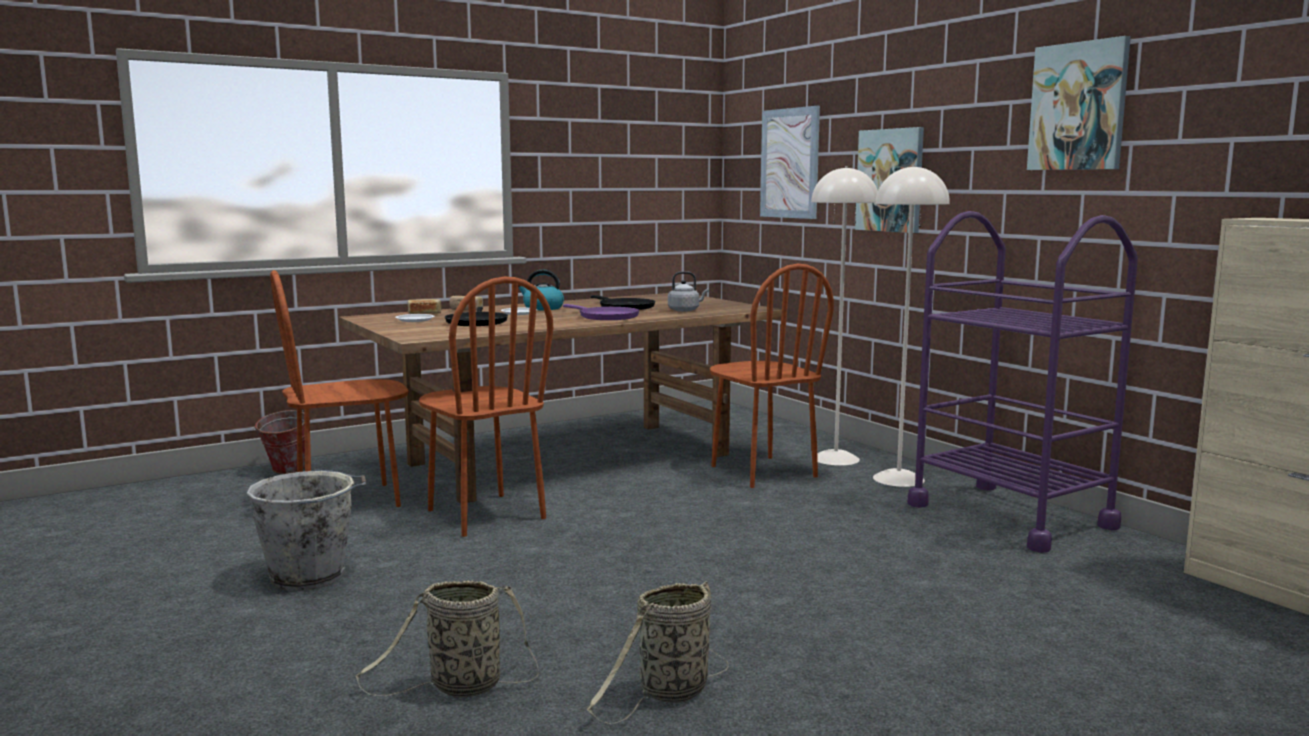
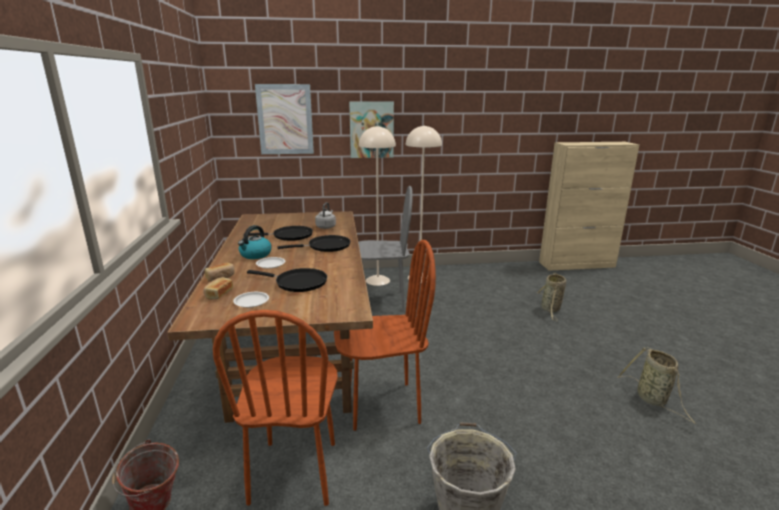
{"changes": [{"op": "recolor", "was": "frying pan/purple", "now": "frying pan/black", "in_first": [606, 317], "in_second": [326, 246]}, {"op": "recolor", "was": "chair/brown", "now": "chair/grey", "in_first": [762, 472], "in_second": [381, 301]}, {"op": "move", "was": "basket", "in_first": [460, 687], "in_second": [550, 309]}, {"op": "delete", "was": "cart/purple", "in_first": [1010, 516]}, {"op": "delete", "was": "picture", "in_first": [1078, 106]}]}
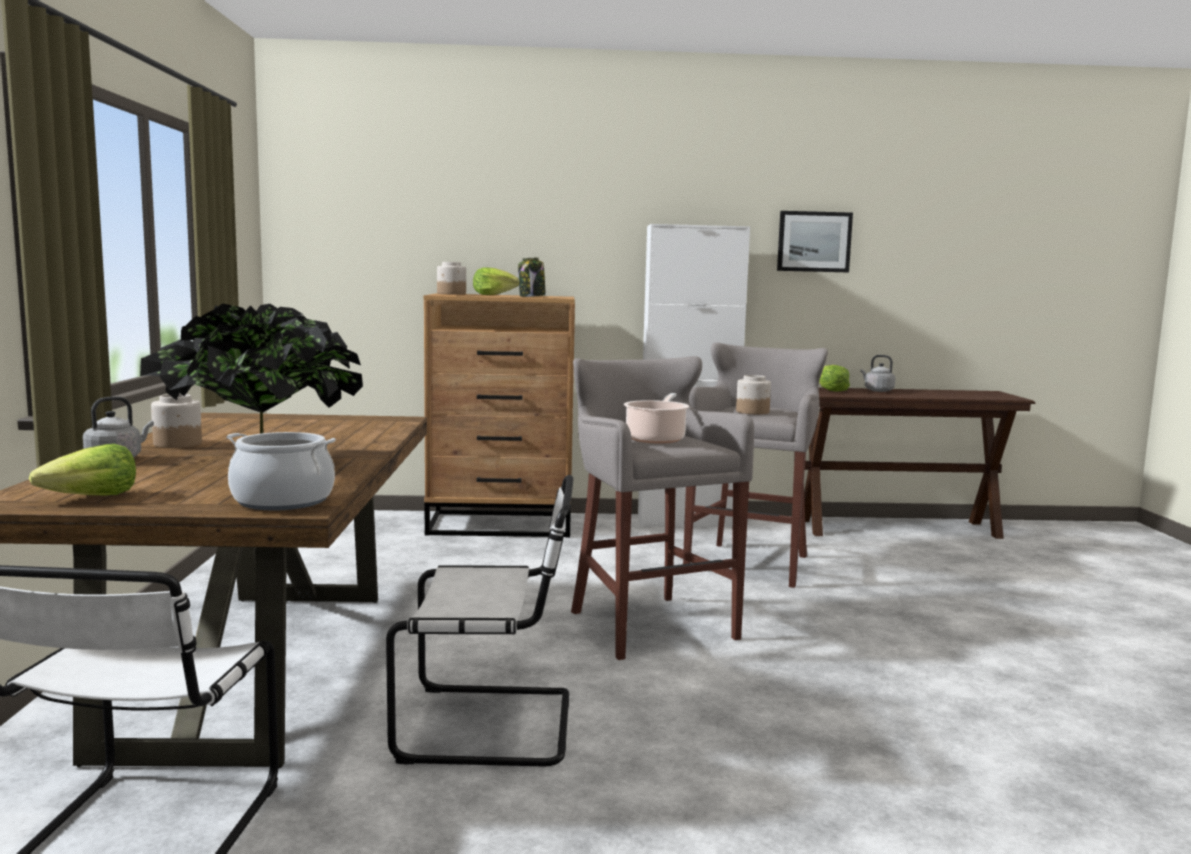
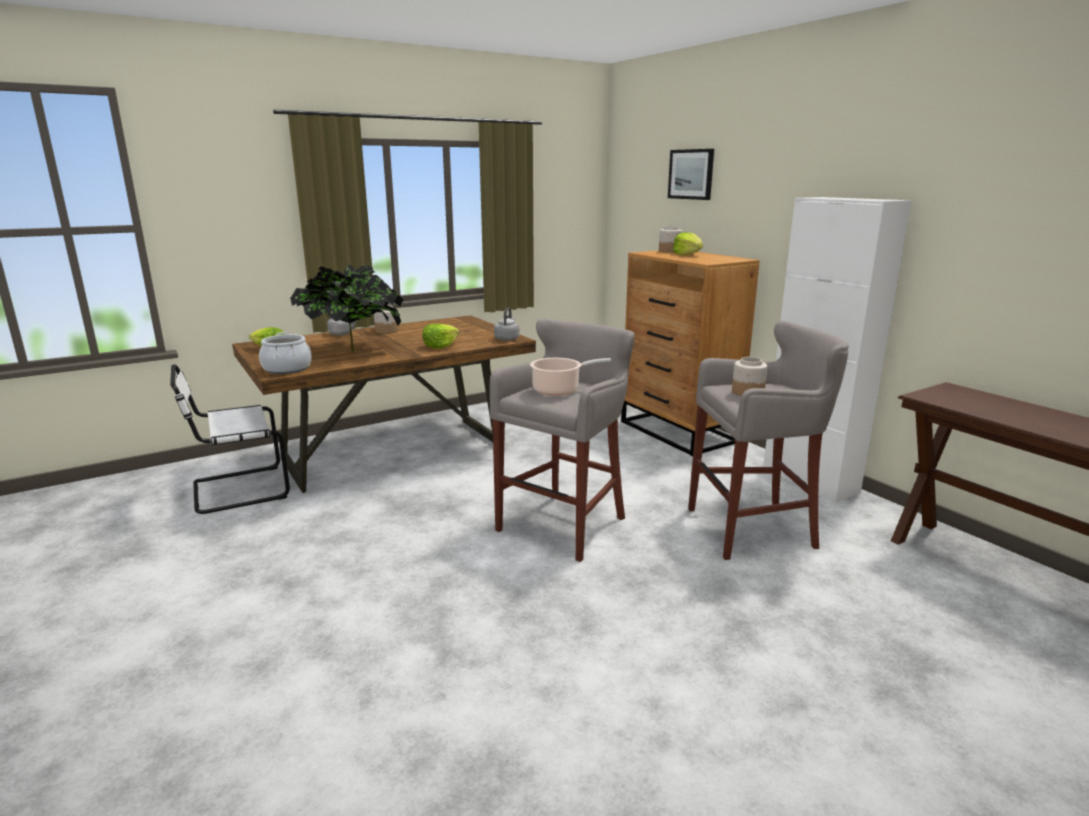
{"changes": [{"op": "move", "was": "lettuce", "in_first": [830, 390], "in_second": [440, 346]}, {"op": "move", "was": "kettle/grey", "in_first": [877, 390], "in_second": [507, 339]}, {"op": "move", "was": "picture", "in_first": [814, 241], "in_second": [691, 174]}, {"op": "delete", "was": "chair/white", "in_first": [494, 726]}, {"op": "delete", "was": "jar", "in_first": [532, 296]}]}
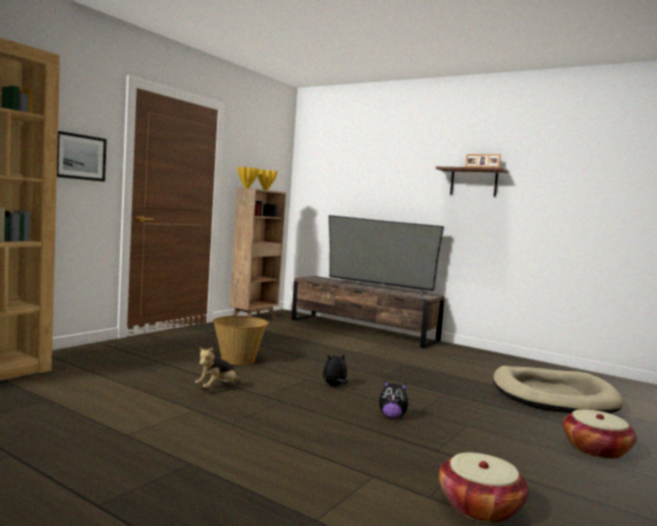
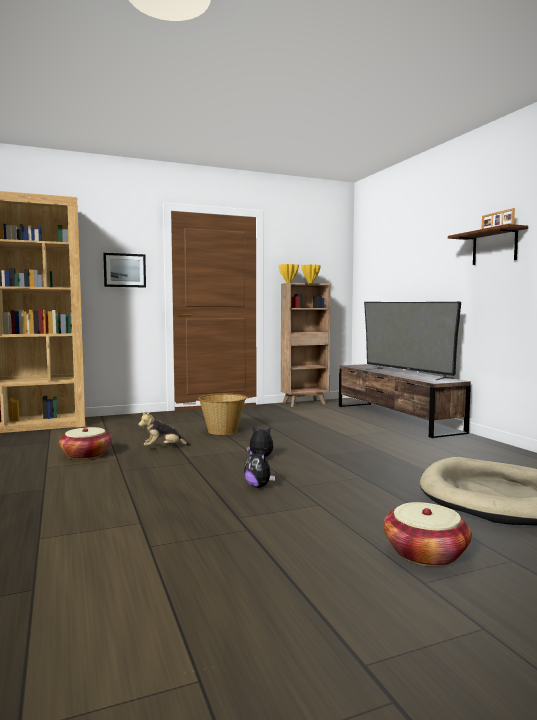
{"changes": [{"op": "move", "was": "basket", "in_first": [480, 507], "in_second": [86, 455]}]}
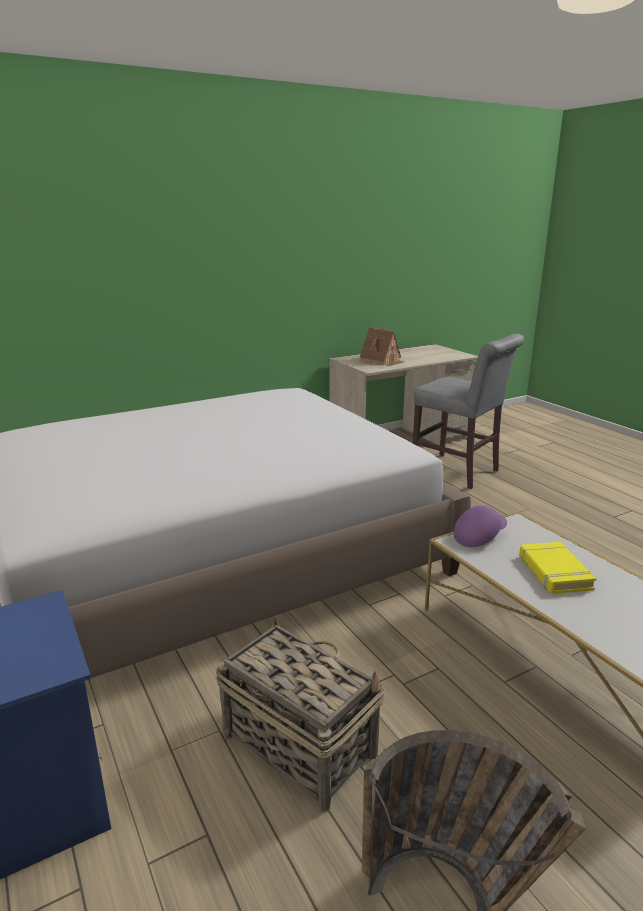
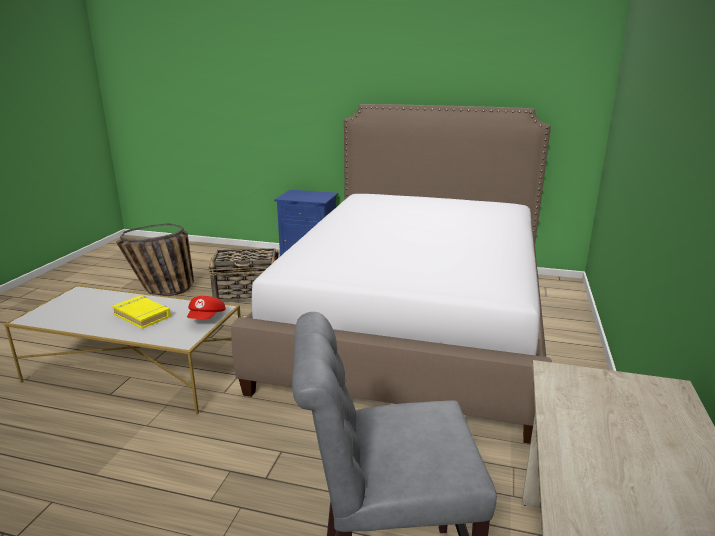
{"changes": [{"op": "recolor", "was": "cap/purple", "now": "cap/red", "in_first": [478, 536], "in_second": [207, 318]}, {"op": "delete", "was": "toy house", "in_first": [382, 361]}]}
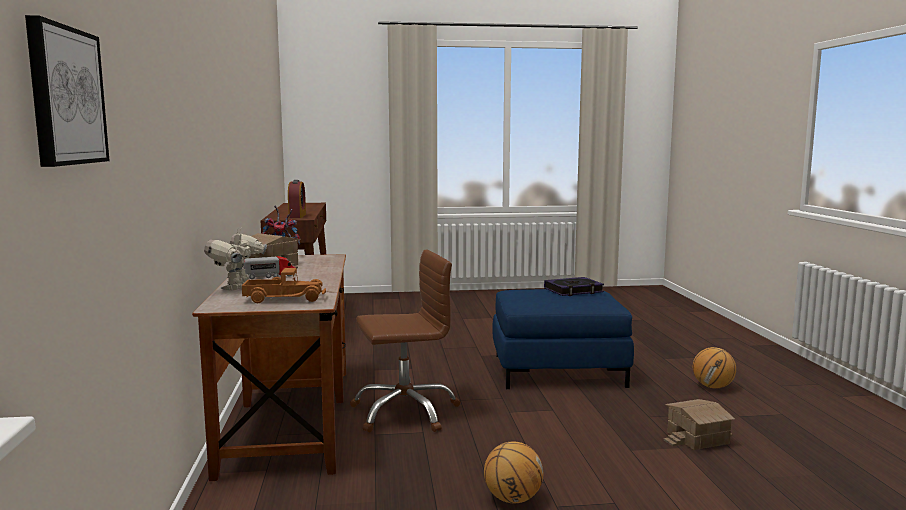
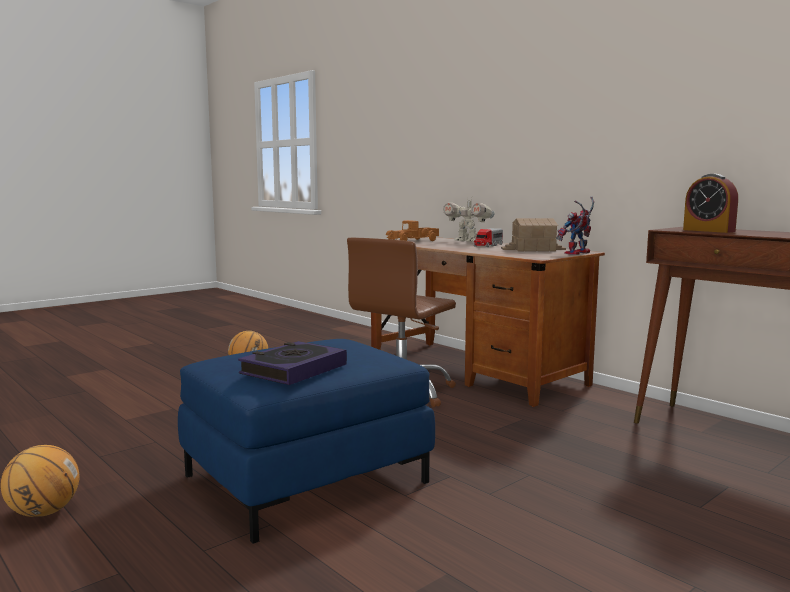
{"changes": [{"op": "rotate", "was": "toy robot", "in_first": [238, 288], "in_second": [467, 241], "clockwise": 150}, {"op": "delete", "was": "picture", "in_first": [65, 96]}, {"op": "delete", "was": "toy house", "in_first": [698, 438]}]}
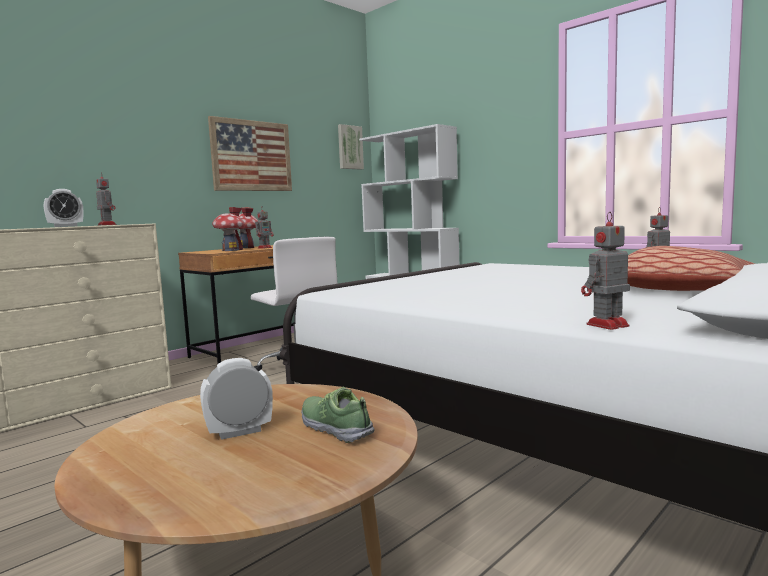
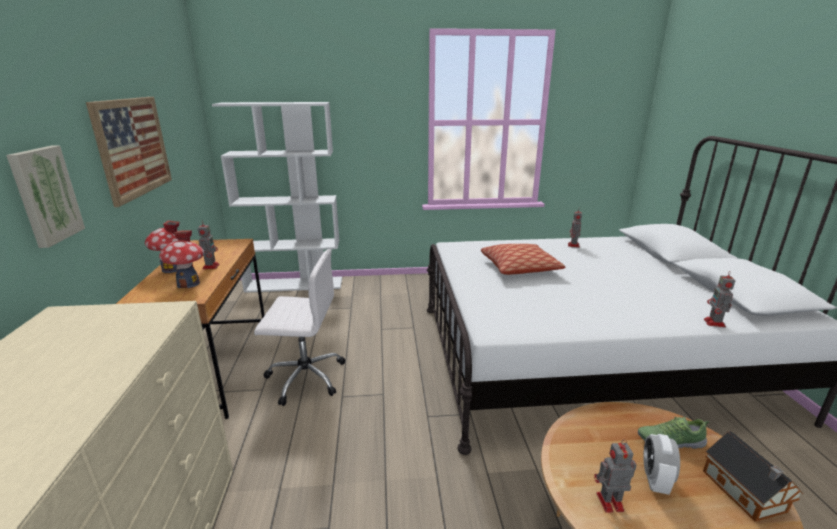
{"changes": [{"op": "move", "was": "picture", "in_first": [349, 147], "in_second": [45, 195]}, {"op": "move", "was": "pillow", "in_first": [680, 289], "in_second": [519, 268]}, {"op": "move", "was": "toy robot", "in_first": [106, 225], "in_second": [608, 502]}, {"op": "insert", "now": "toy house", "in_second": [745, 493]}, {"op": "delete", "was": "alarm clock", "in_first": [65, 226]}]}
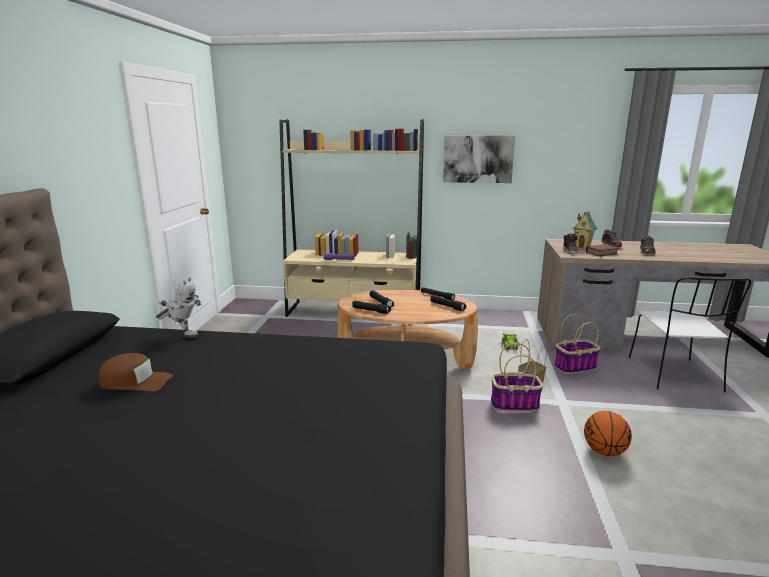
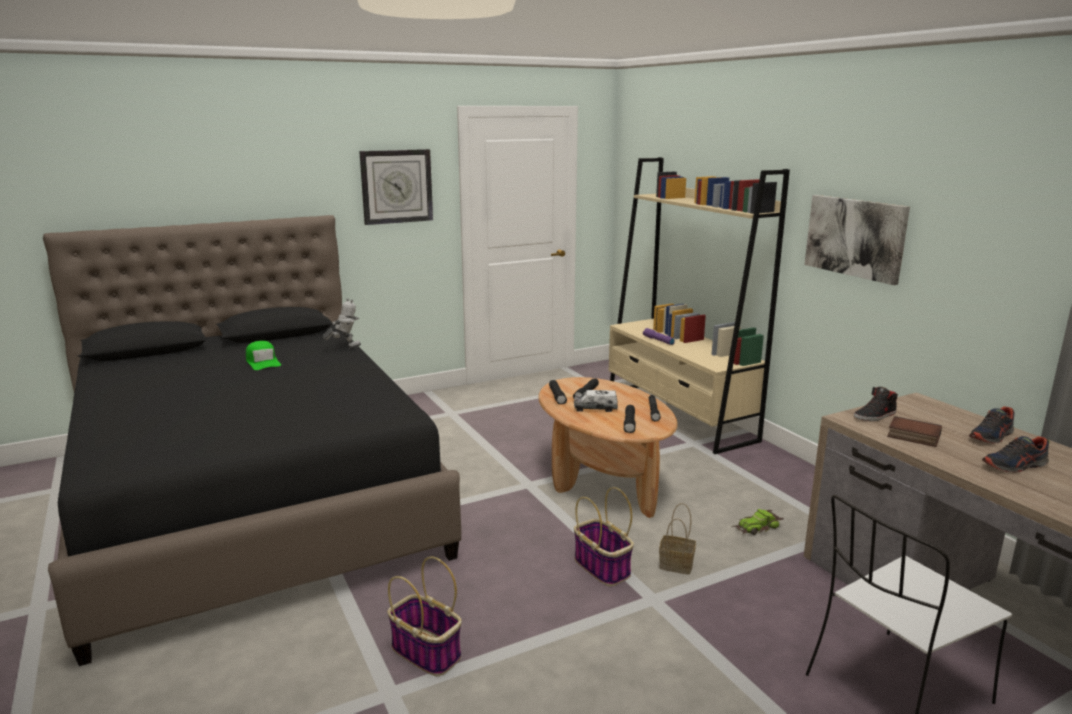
{"changes": [{"op": "recolor", "was": "cap/brown", "now": "cap/green", "in_first": [135, 381], "in_second": [263, 362]}, {"op": "rotate", "was": "toy robot", "in_first": [183, 334], "in_second": [344, 348], "clockwise": -105}, {"op": "insert", "now": "wall clock", "in_second": [396, 186]}, {"op": "move", "was": "basket", "in_first": [575, 367], "in_second": [427, 652]}, {"op": "insert", "now": "toy truck", "in_second": [595, 408]}, {"op": "delete", "was": "toy house", "in_first": [582, 246]}, {"op": "delete", "was": "basketball", "in_first": [604, 451]}]}
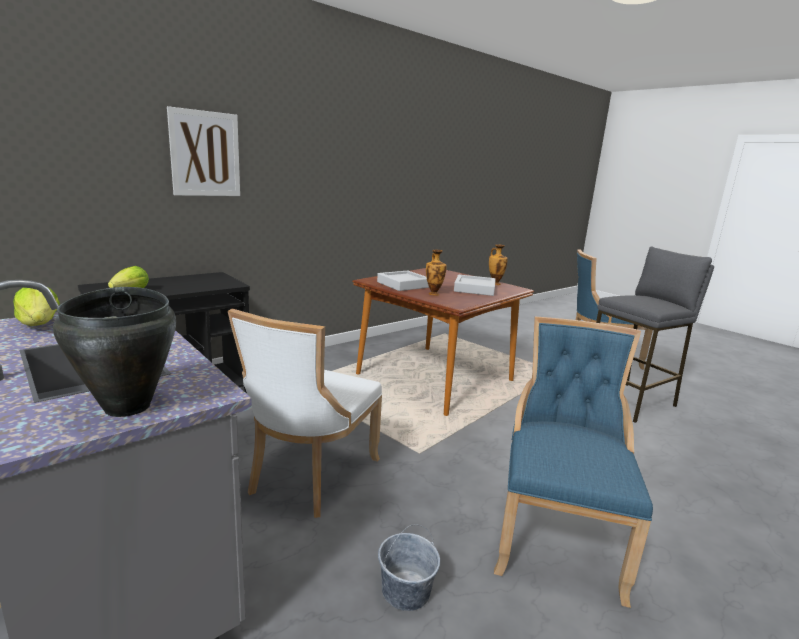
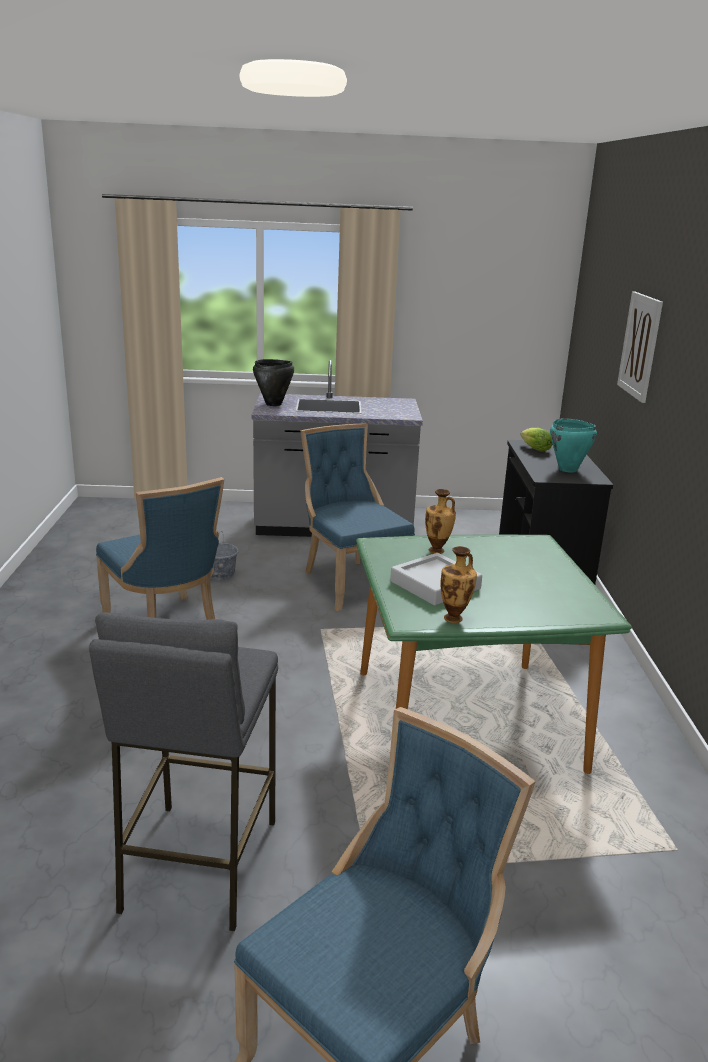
{"changes": [{"op": "recolor", "was": "chair/white", "now": "chair/blue", "in_first": [309, 477], "in_second": [350, 582]}, {"op": "recolor", "was": "dining table/brown", "now": "dining table/green", "in_first": [435, 378], "in_second": [464, 719]}, {"op": "insert", "now": "cooking pot/turquoise", "in_second": [567, 469]}, {"op": "delete", "was": "lettuce", "in_first": [40, 325]}, {"op": "delete", "was": "tray/grey", "in_first": [403, 285]}]}
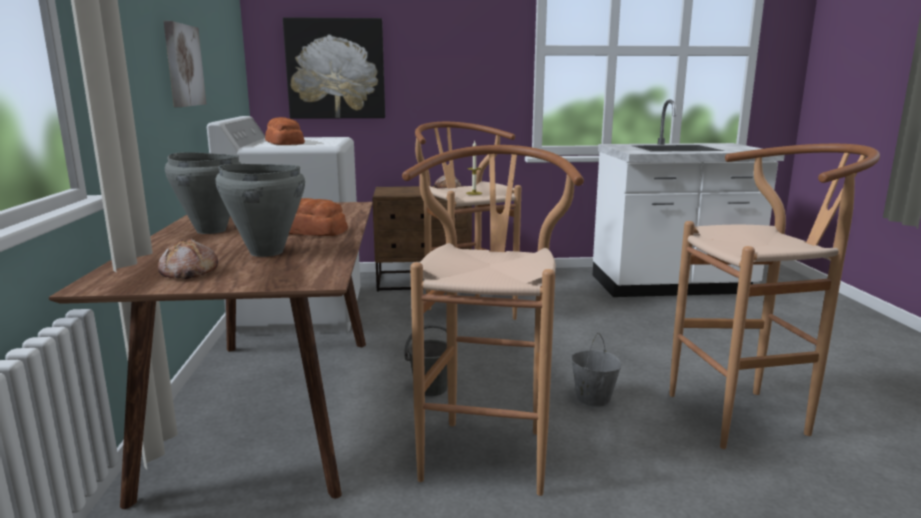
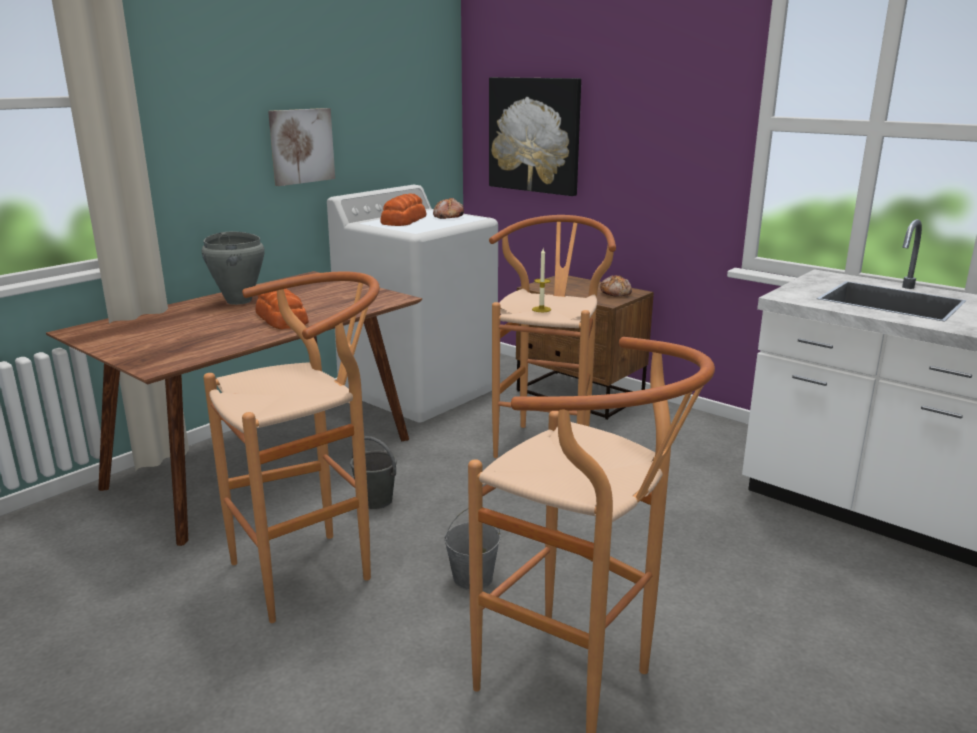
{"changes": [{"op": "move", "was": "bread", "in_first": [188, 272], "in_second": [448, 217]}, {"op": "delete", "was": "cooking pot/grey", "in_first": [266, 252]}]}
